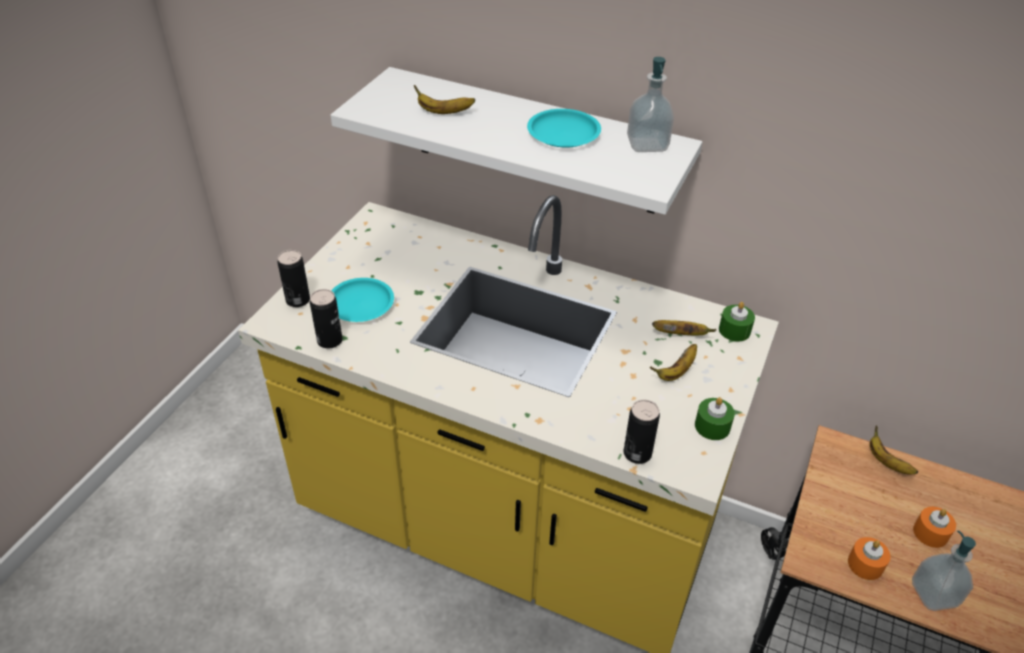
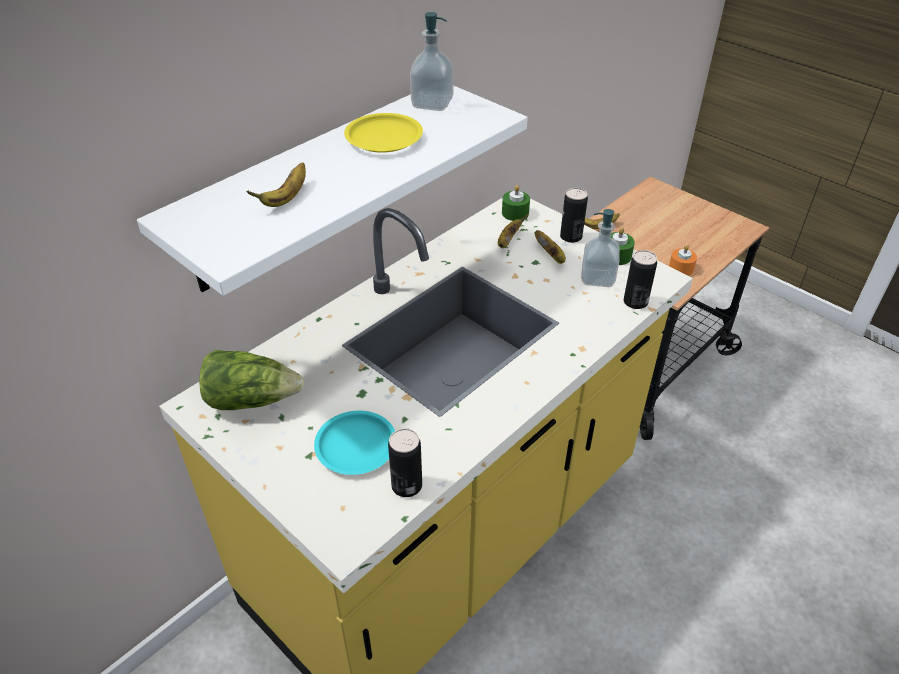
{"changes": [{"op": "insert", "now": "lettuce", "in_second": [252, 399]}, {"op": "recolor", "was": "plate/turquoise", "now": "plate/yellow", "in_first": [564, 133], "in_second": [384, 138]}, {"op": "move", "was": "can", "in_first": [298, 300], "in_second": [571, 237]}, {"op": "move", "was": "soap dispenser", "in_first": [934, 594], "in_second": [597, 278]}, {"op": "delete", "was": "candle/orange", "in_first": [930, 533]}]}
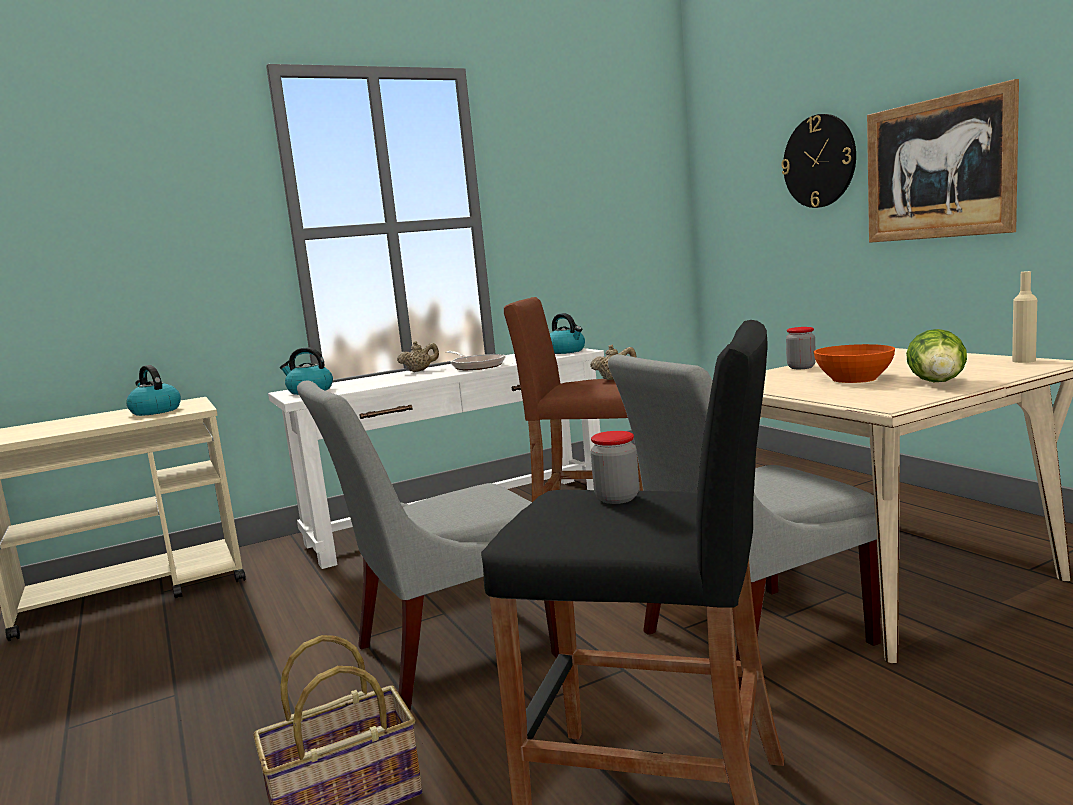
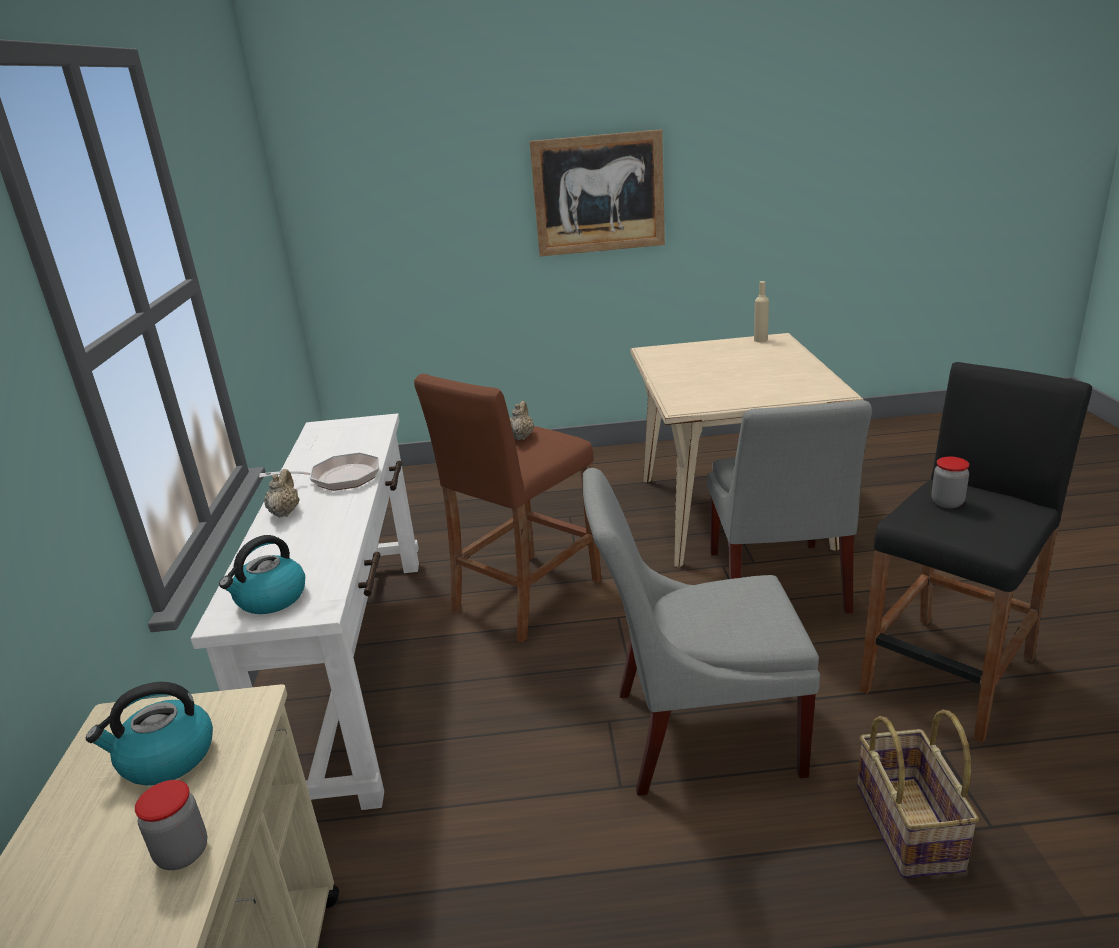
{"changes": [{"op": "move", "was": "jar", "in_first": [801, 367], "in_second": [183, 853]}, {"op": "rotate", "was": "chair/grey", "in_first": [447, 653], "in_second": [696, 732], "clockwise": 90}, {"op": "delete", "was": "kettle", "in_first": [566, 351]}, {"op": "delete", "was": "wall clock", "in_first": [819, 161]}, {"op": "delete", "was": "bowl/orange", "in_first": [853, 379]}, {"op": "delete", "was": "lettuce", "in_first": [938, 383]}]}
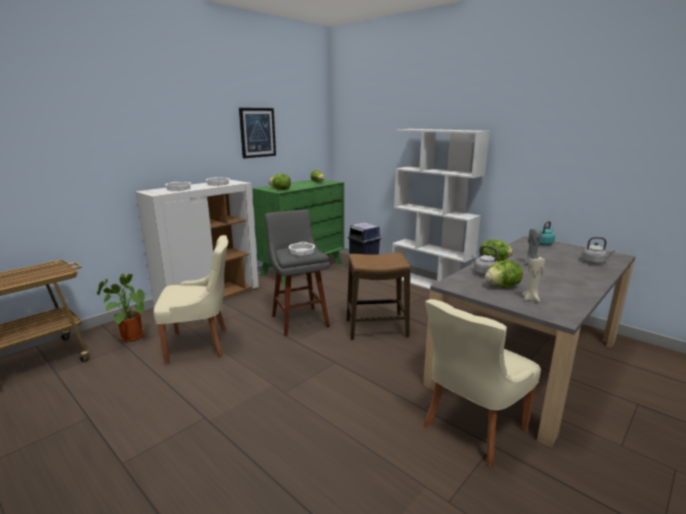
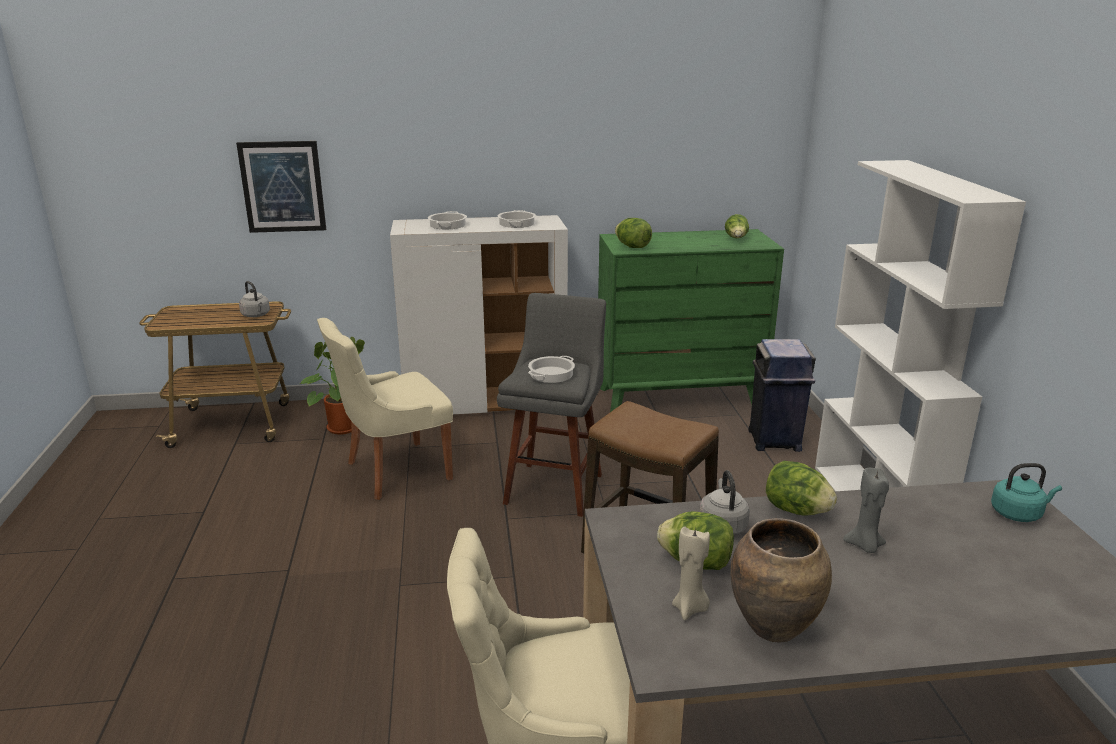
{"changes": [{"op": "move", "was": "picture", "in_first": [257, 132], "in_second": [283, 186]}, {"op": "move", "was": "kettle/grey", "in_first": [594, 262], "in_second": [256, 315]}, {"op": "rotate", "was": "chair/beige", "in_first": [201, 344], "in_second": [394, 471], "clockwise": 120}, {"op": "insert", "now": "vase/brown", "in_second": [774, 627]}]}
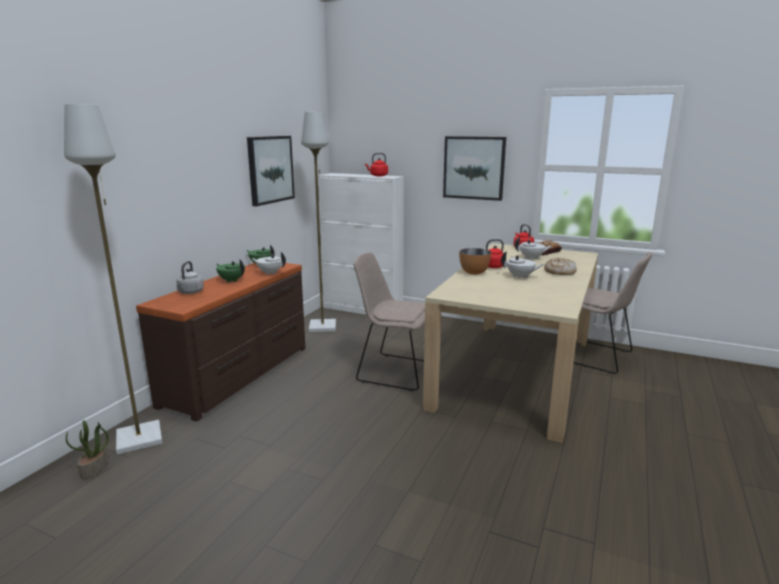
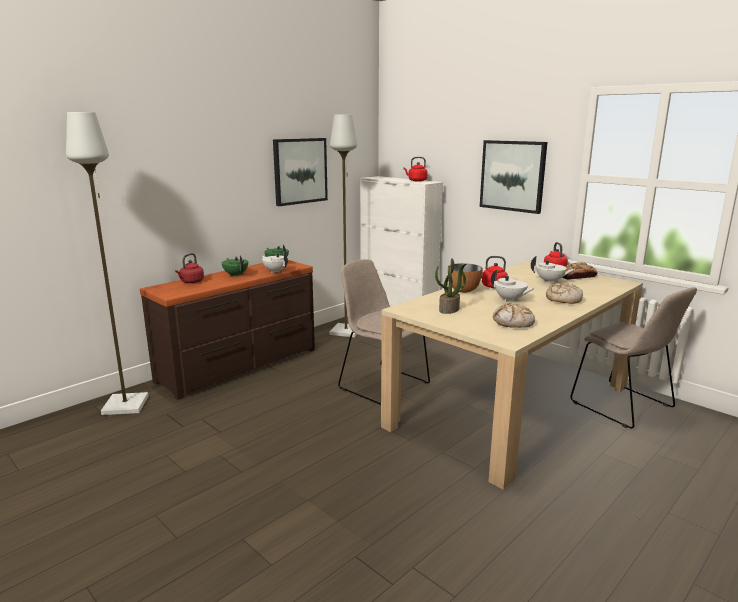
{"changes": [{"op": "recolor", "was": "kettle/grey", "now": "kettle/red", "in_first": [190, 292], "in_second": [191, 282]}, {"op": "move", "was": "potted plant", "in_first": [94, 469], "in_second": [449, 309]}, {"op": "insert", "now": "bread", "in_second": [513, 323]}]}
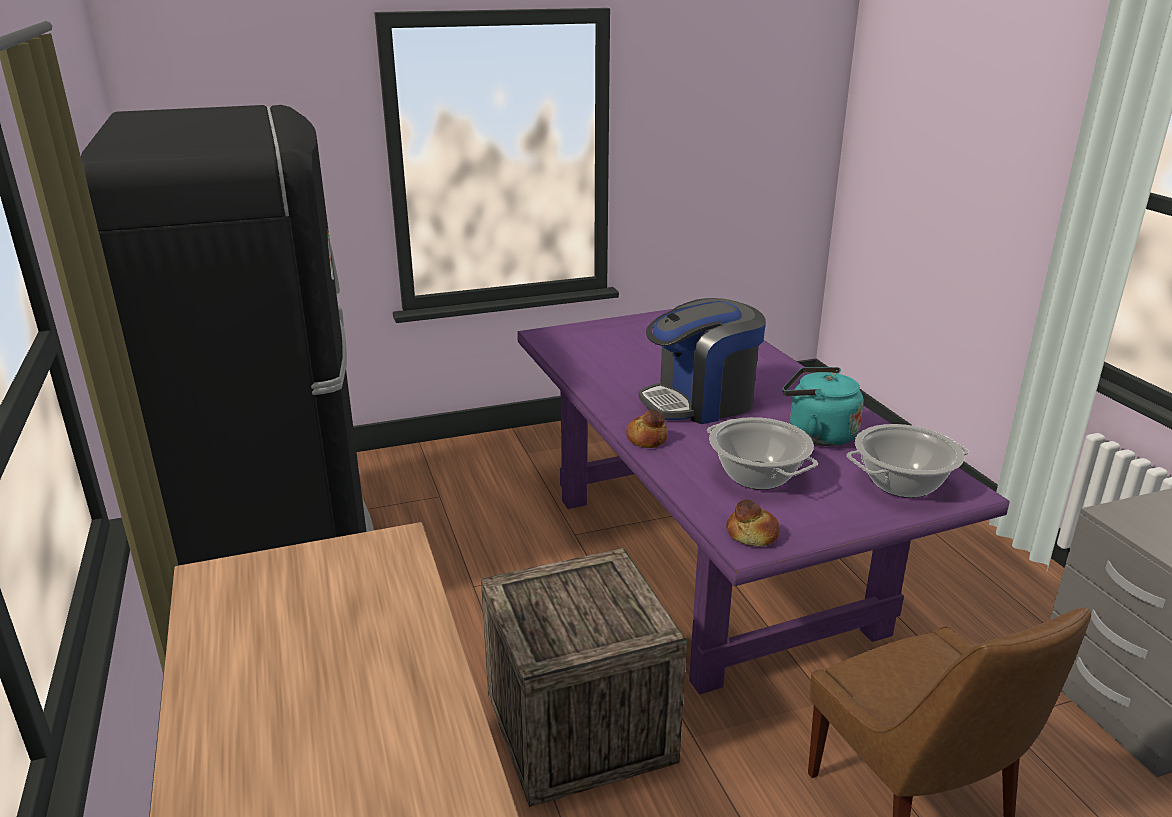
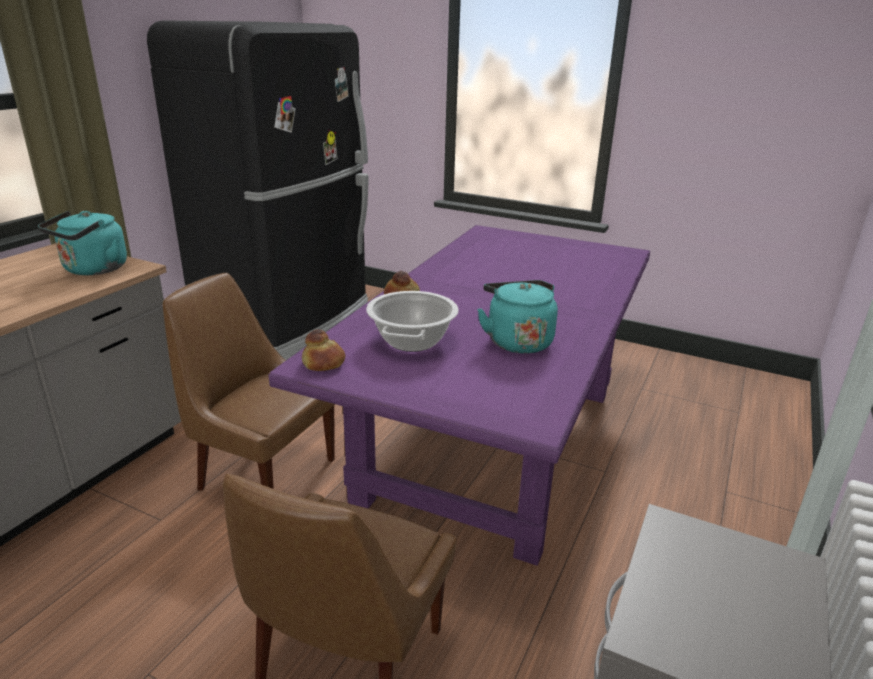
{"changes": [{"op": "insert", "now": "kettle/turquoise", "in_second": [93, 270]}, {"op": "replace", "was": "crate", "now": "chair/brown", "in_first": [579, 727], "in_second": [263, 472]}, {"op": "delete", "was": "coffee machine", "in_first": [700, 402]}, {"op": "delete", "was": "cooking pot", "in_first": [902, 483]}]}
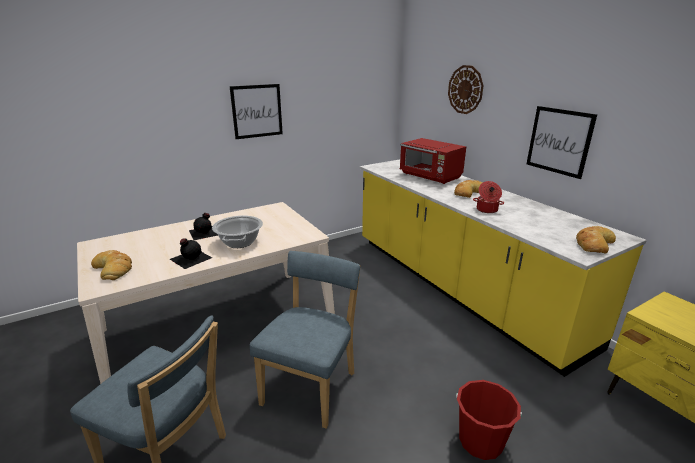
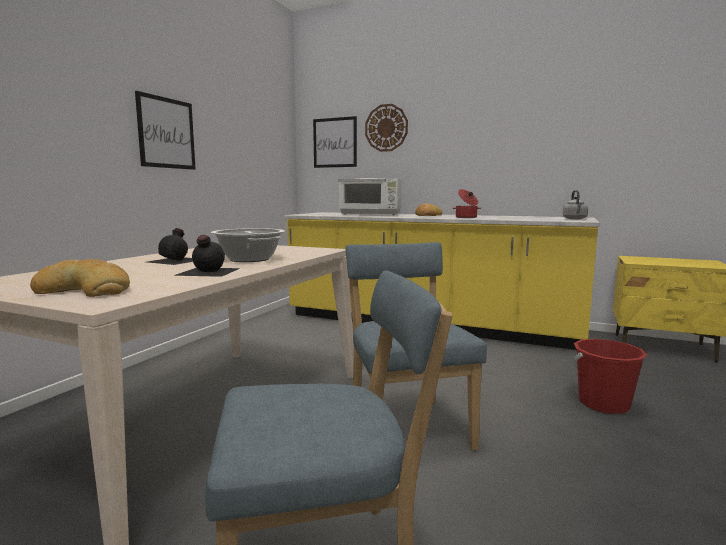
{"changes": [{"op": "move", "was": "picture", "in_first": [559, 141], "in_second": [335, 142]}, {"op": "recolor", "was": "microwave/red", "now": "microwave/white", "in_first": [430, 176], "in_second": [371, 214]}, {"op": "replace", "was": "bread", "now": "kettle/grey", "in_first": [593, 244], "in_second": [575, 219]}]}
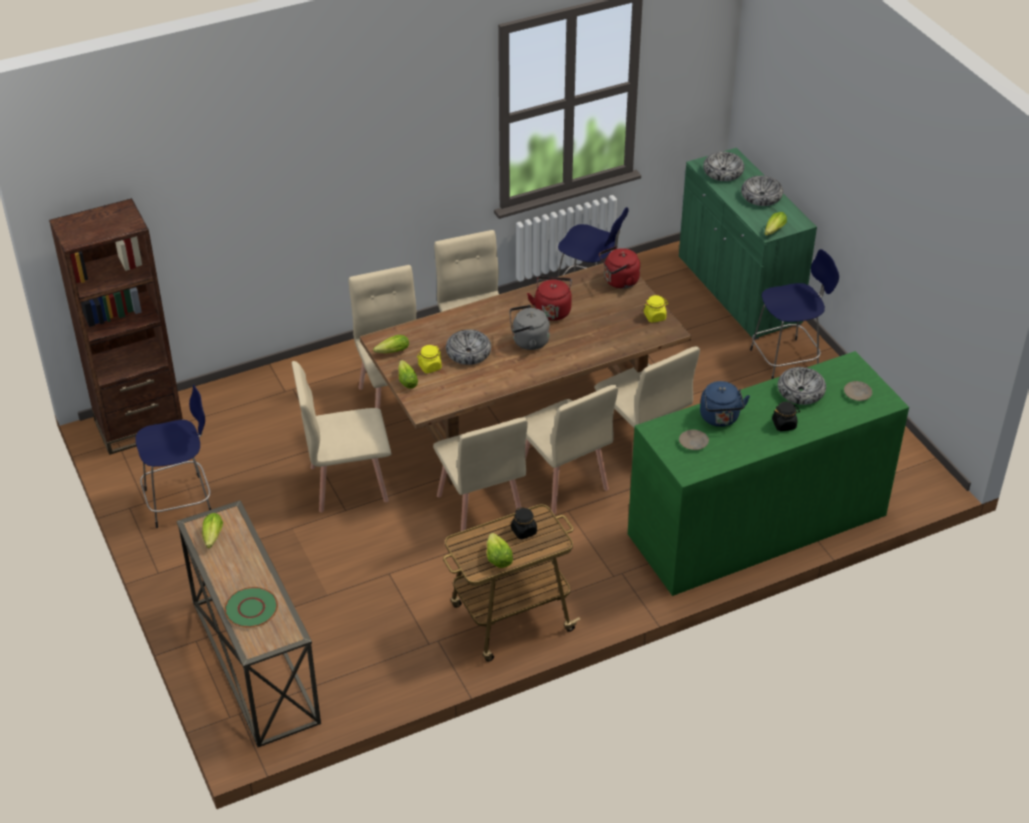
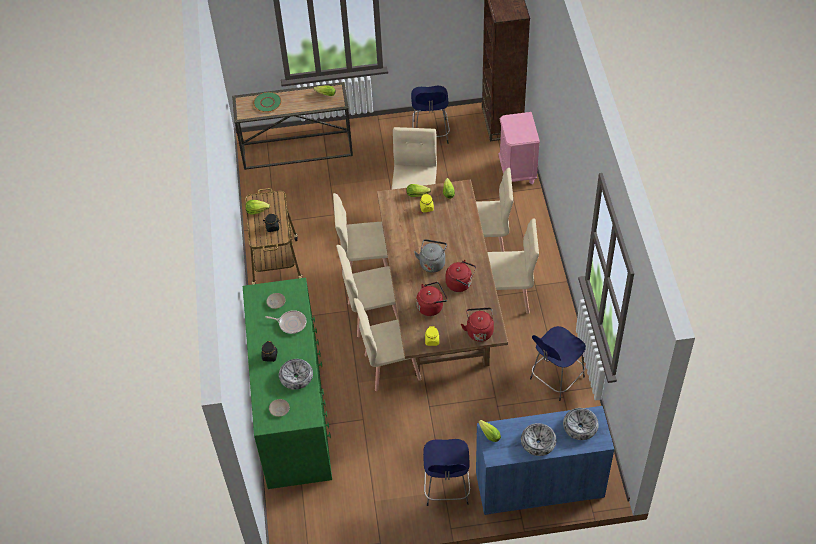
{"changes": [{"op": "replace", "was": "kettle/blue", "now": "frying pan", "in_first": [720, 418], "in_second": [291, 323]}, {"op": "insert", "now": "kettle/red", "in_second": [431, 306]}, {"op": "recolor", "was": "cabinet/green", "now": "cabinet/blue", "in_first": [738, 291], "in_second": [539, 485]}, {"op": "insert", "now": "nightstand/pink", "in_second": [517, 171]}, {"op": "delete", "was": "bowl", "in_first": [468, 352]}]}
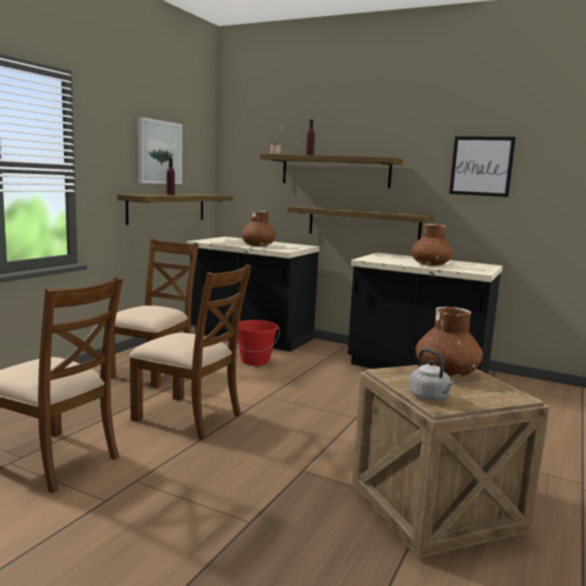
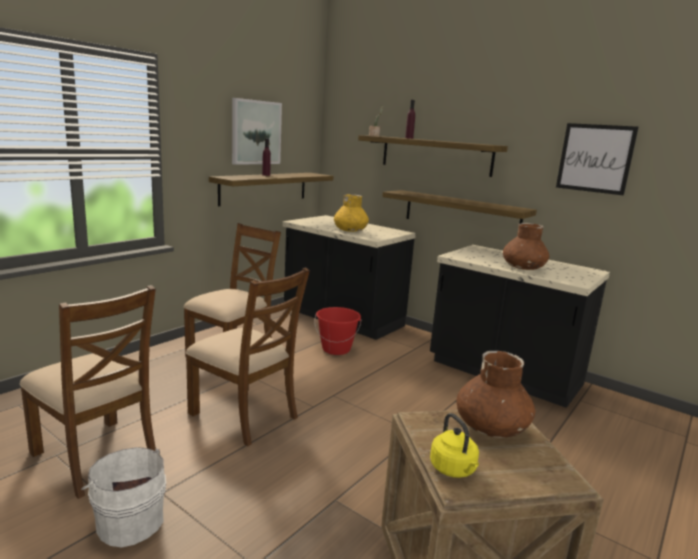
{"changes": [{"op": "insert", "now": "bucket/white", "in_second": [129, 521]}, {"op": "recolor", "was": "vase/brown", "now": "vase/yellow", "in_first": [258, 246], "in_second": [350, 230]}, {"op": "recolor", "was": "kettle/grey", "now": "kettle/yellow", "in_first": [430, 397], "in_second": [454, 470]}]}
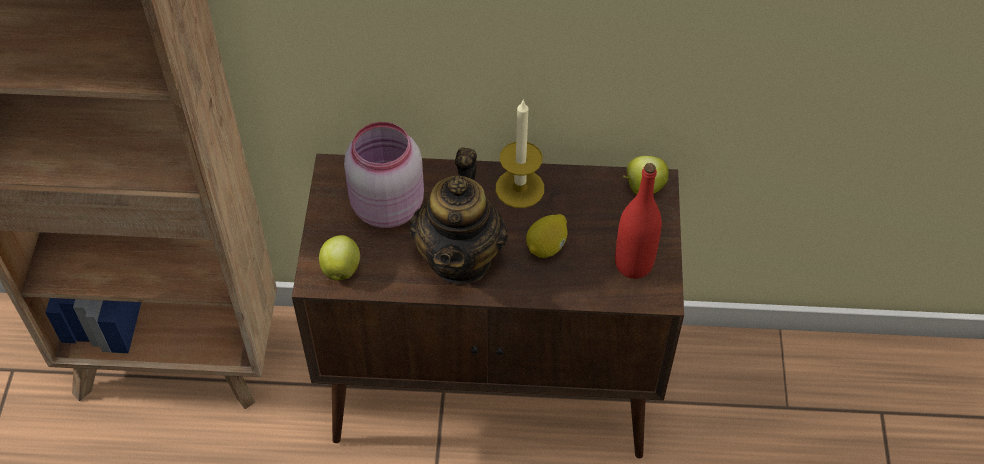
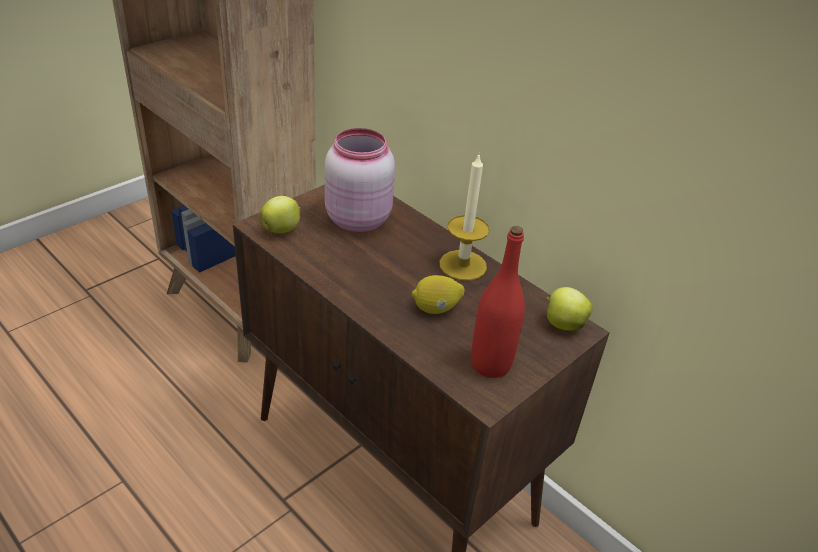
{"changes": [{"op": "delete", "was": "teapot", "in_first": [460, 257]}]}
